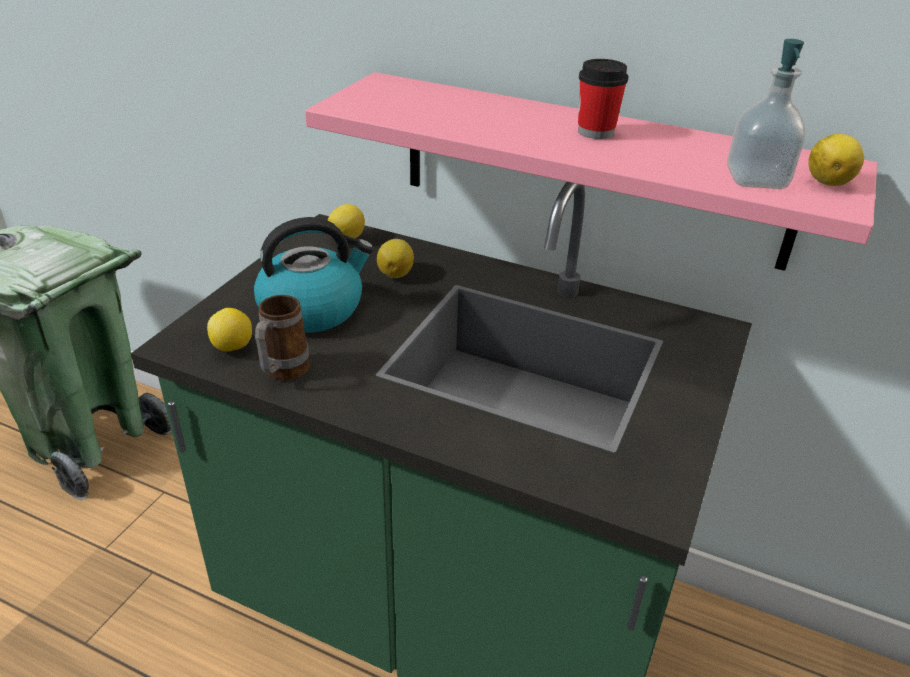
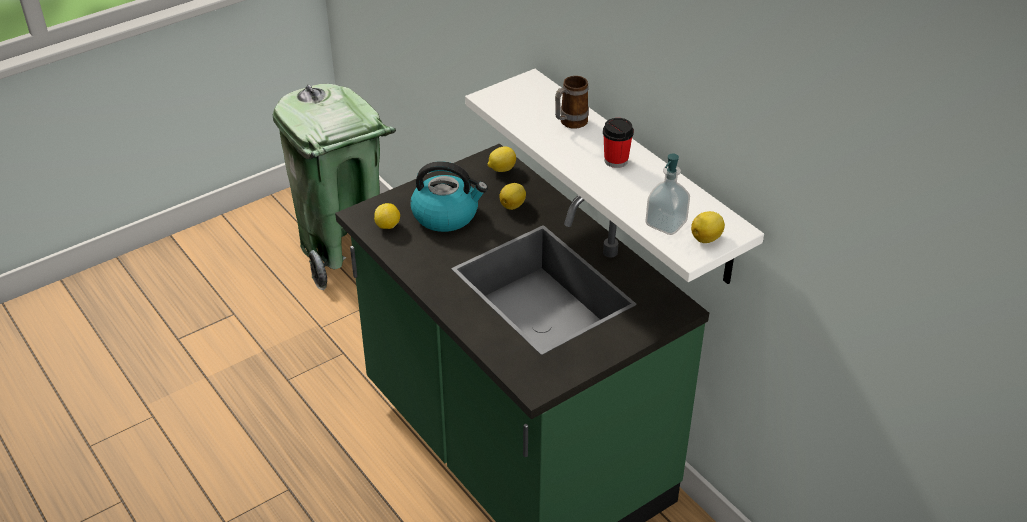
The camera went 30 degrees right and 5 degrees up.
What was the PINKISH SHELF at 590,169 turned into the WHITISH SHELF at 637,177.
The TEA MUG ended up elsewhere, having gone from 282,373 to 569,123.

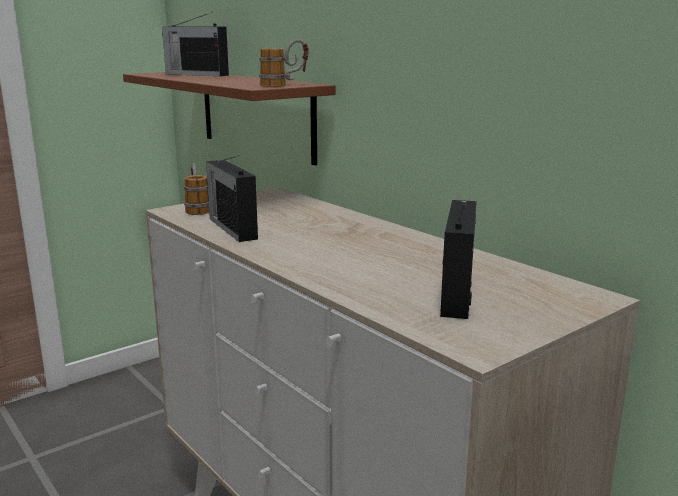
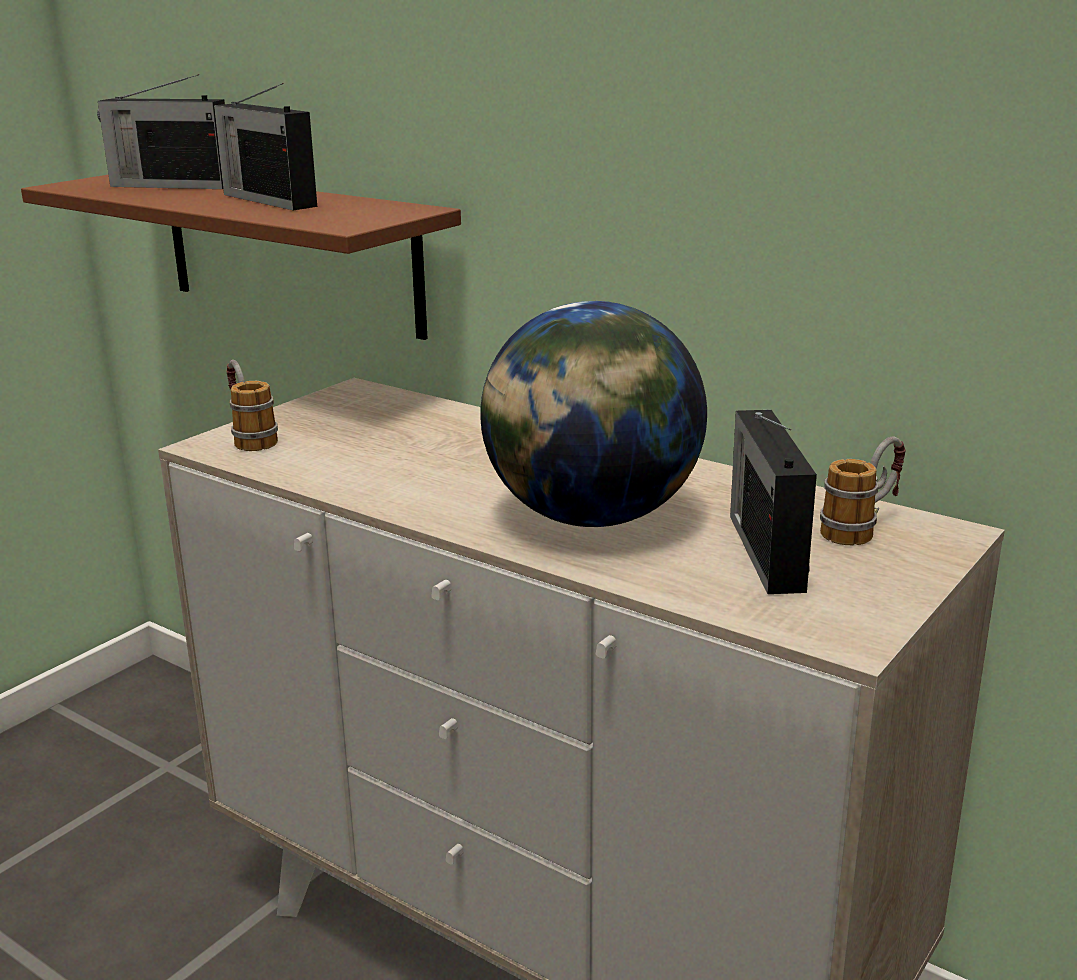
The camera went 15 degrees left and 5 degrees up.
The RADIO SET ended up elsewhere, having gone from 232,228 to 268,200.
The second view gained the DESK GLOBE at 592,517.
The TEA MUG ended up elsewhere, having gone from 284,85 to 862,528.

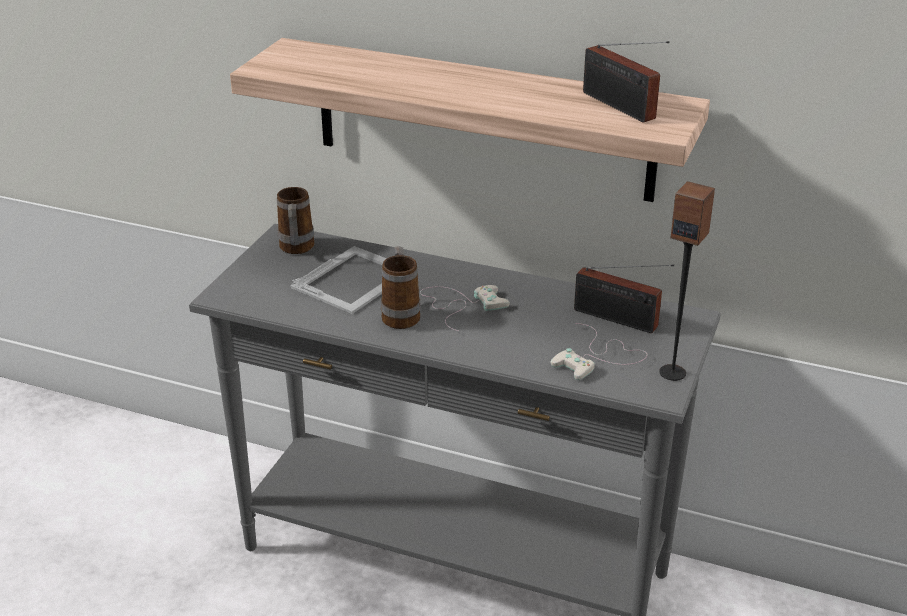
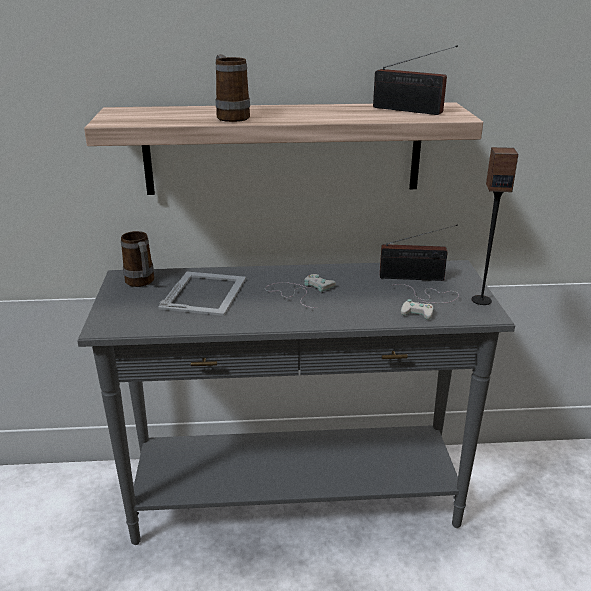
The camera went 25 degrees left and 5 degrees down.
The TEA MUG ended up elsewhere, having gone from 401,314 to 230,116.

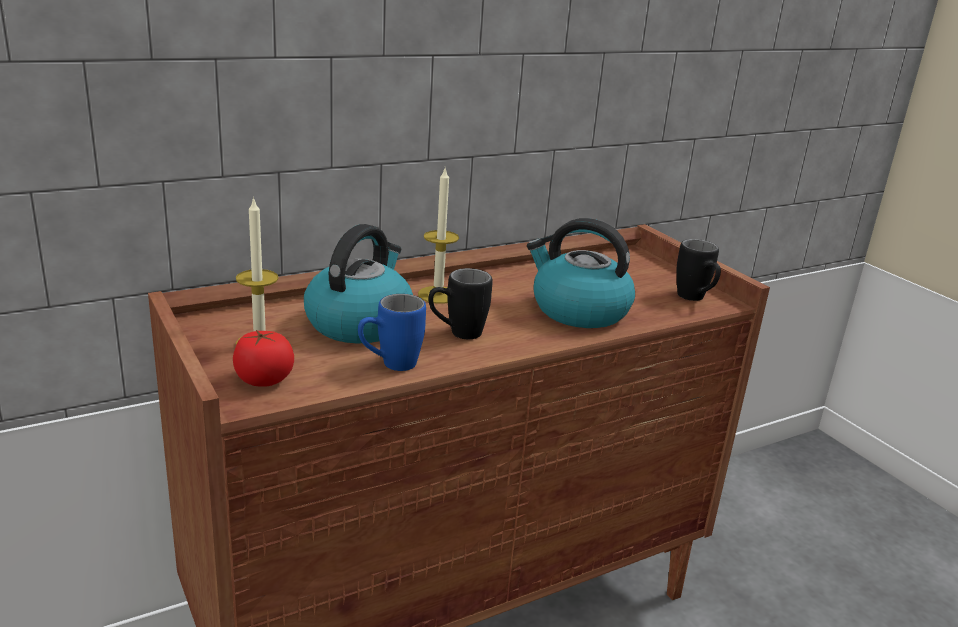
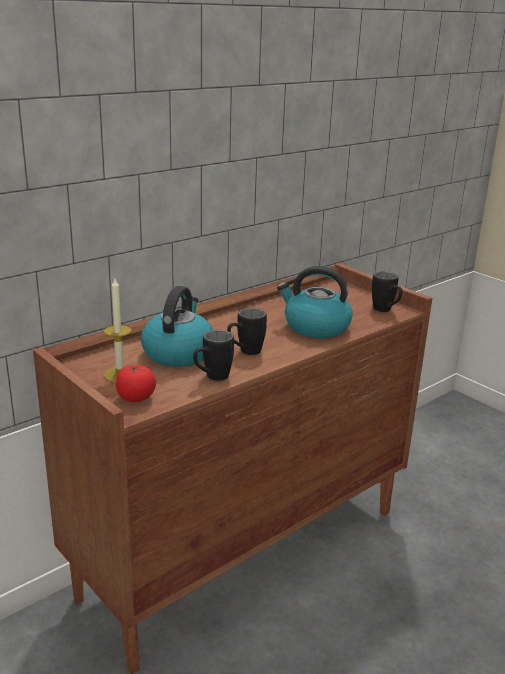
The camera went 10 degrees left and 0 degrees up.
What was the BLUE TEA MUG at 389,365 turned into the BLACKISH TEA MUG at 212,378.
The second view lost the CANDLE at 438,295.

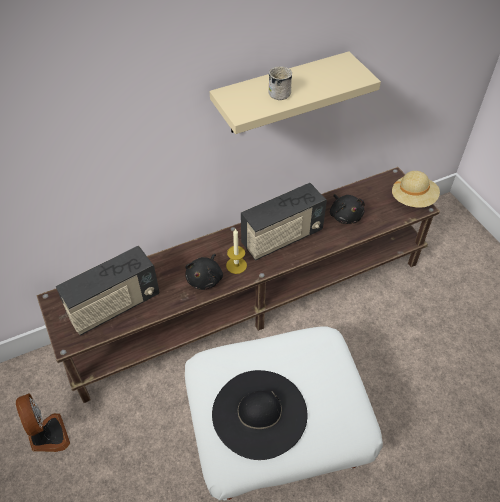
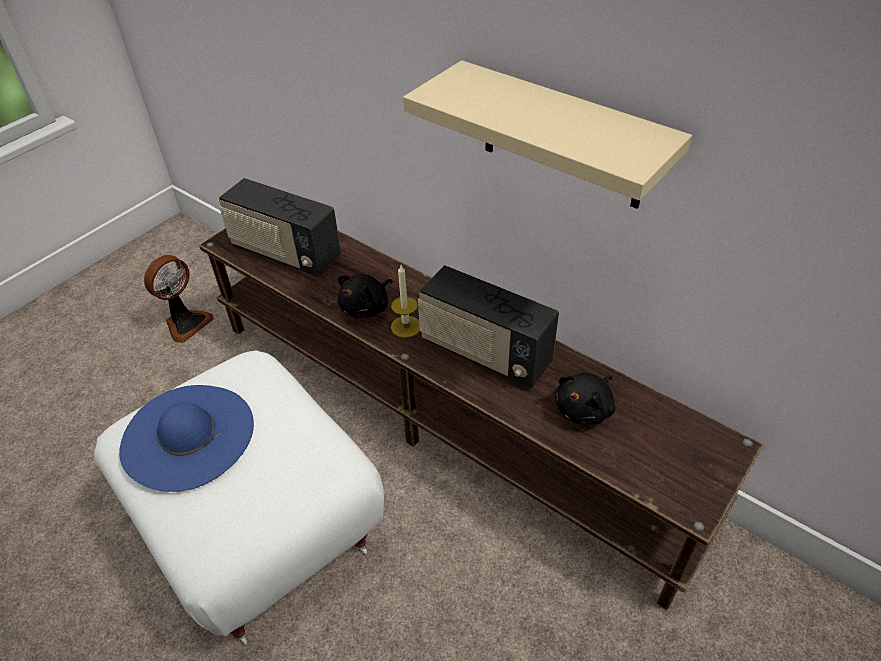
The camera went 65 degrees right and 5 degrees down.
What was the BLACKISH WEARABLE HAT at 259,413 turned into the BLUE WEARABLE HAT at 187,435.
The BLACKISH CUDDLY TOY at 205,278 ended up facing another way, 45 degrees counterclockwise from before.
The second view lost the WHITISH TEA MUG at 281,92.
The second view lost the BEIGE WEARABLE HAT at 413,199.

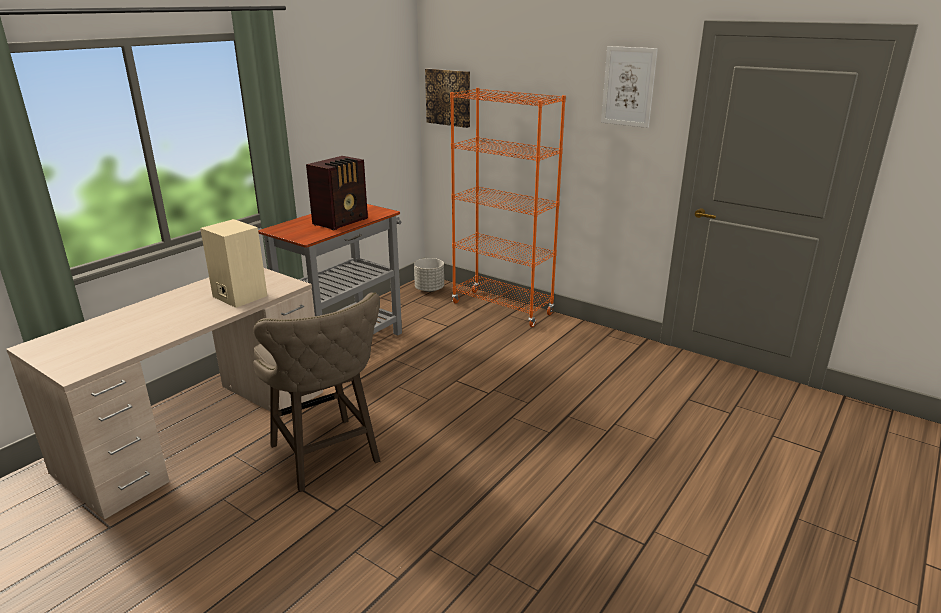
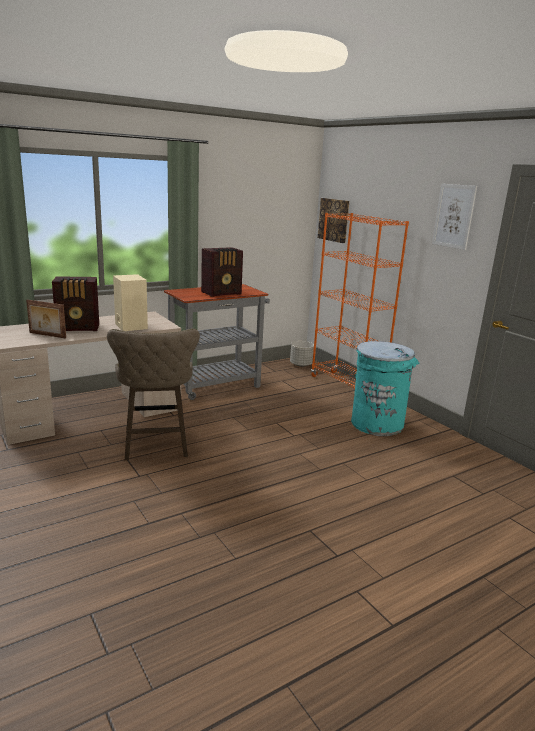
The camera went 20 degrees right and 5 degrees down.
The second view gained the PHOTO FRAME at 47,335.
The second view gained the RADIO SET at 79,328.
The second view gained the TURQUOISE-COLOURED WASTE BIN at 377,424.

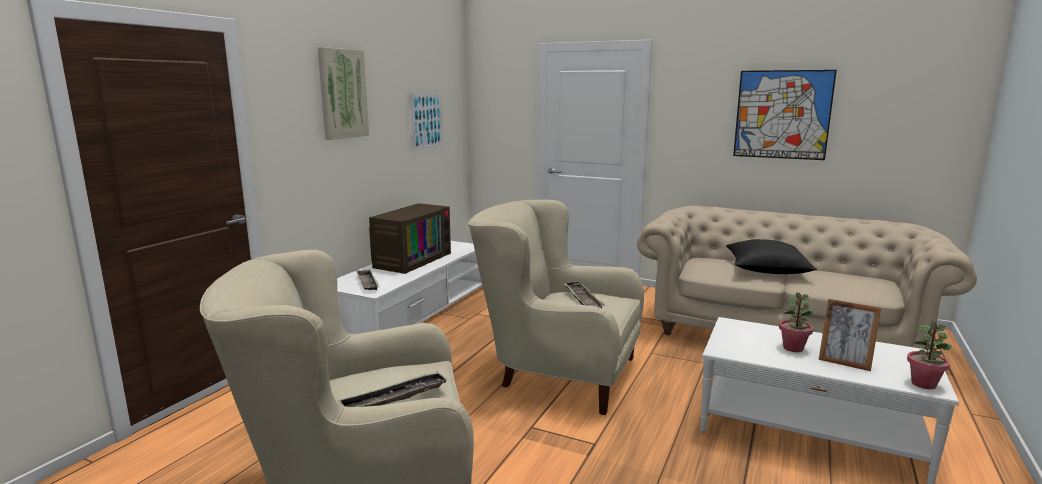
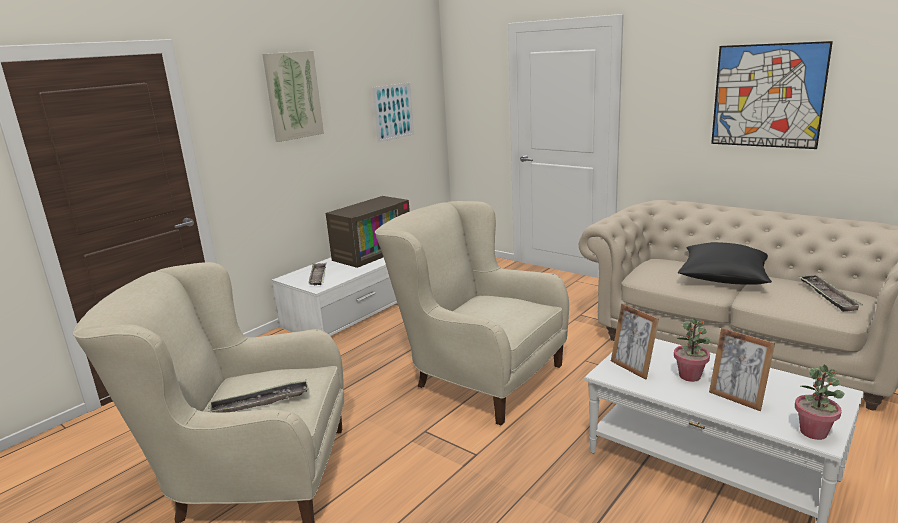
The camera went 15 degrees right and 5 degrees up.
The second view gained the PHOTO FRAME at 632,368.
The TRAY ended up elsewhere, having gone from 582,299 to 827,296.

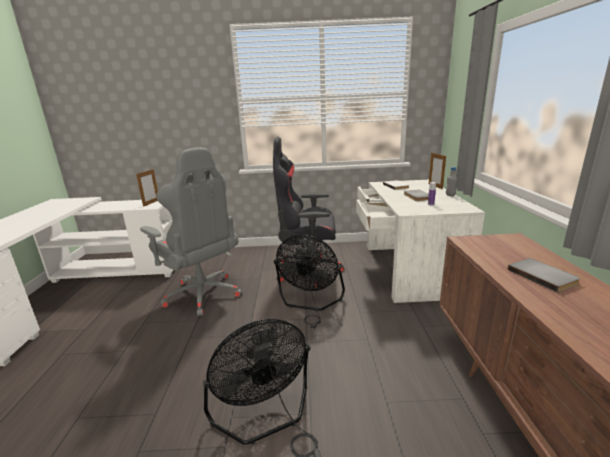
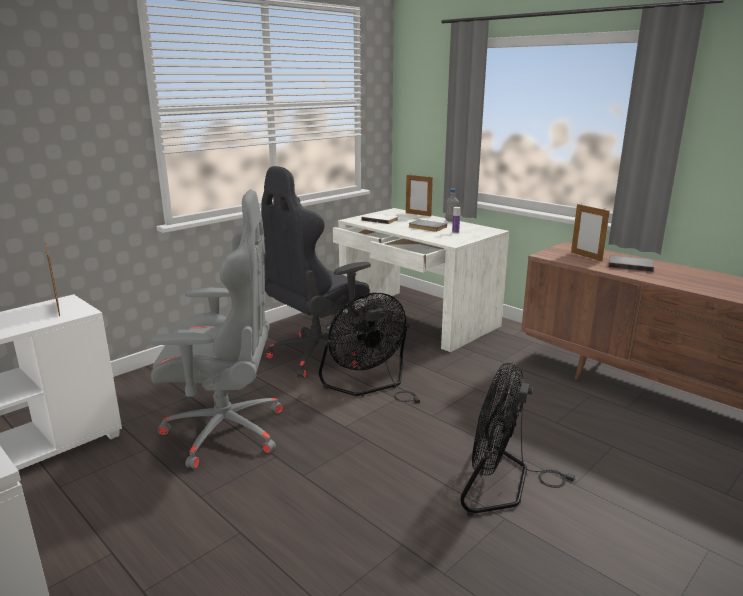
The camera went 45 degrees left and 0 degrees up.
The second view gained the PHOTO FRAME at 586,256.

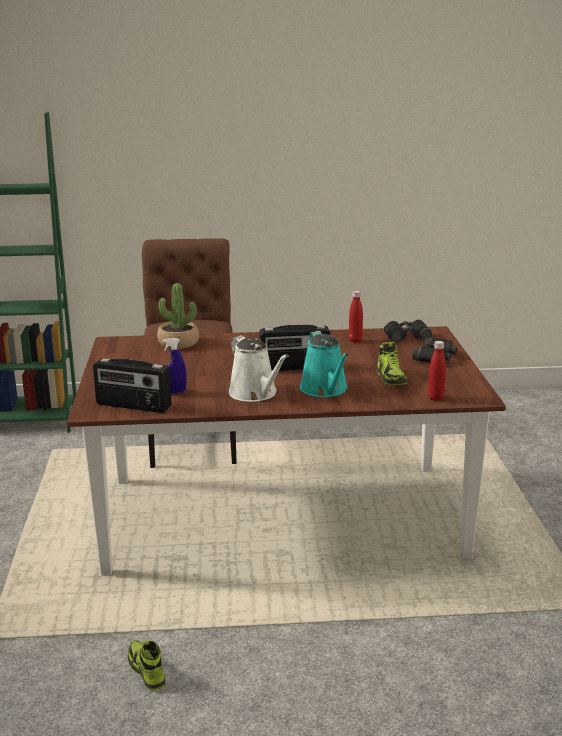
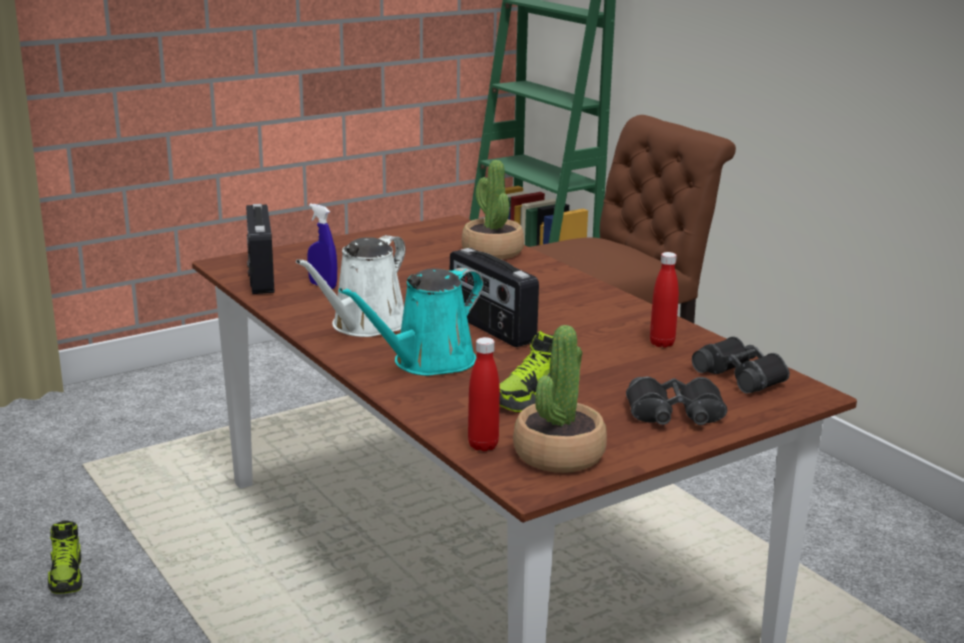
The camera went 60 degrees right and 0 degrees up.
The LOW SHOE at 146,671 ended up facing another way, 135 degrees clockwise from before.
The second view gained the PLANT IN A POT at 558,454.

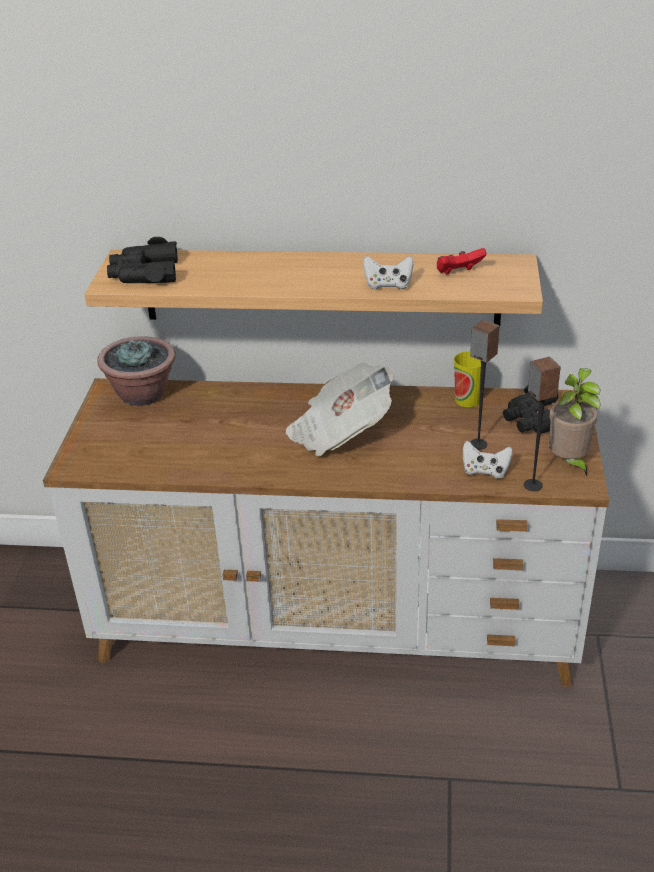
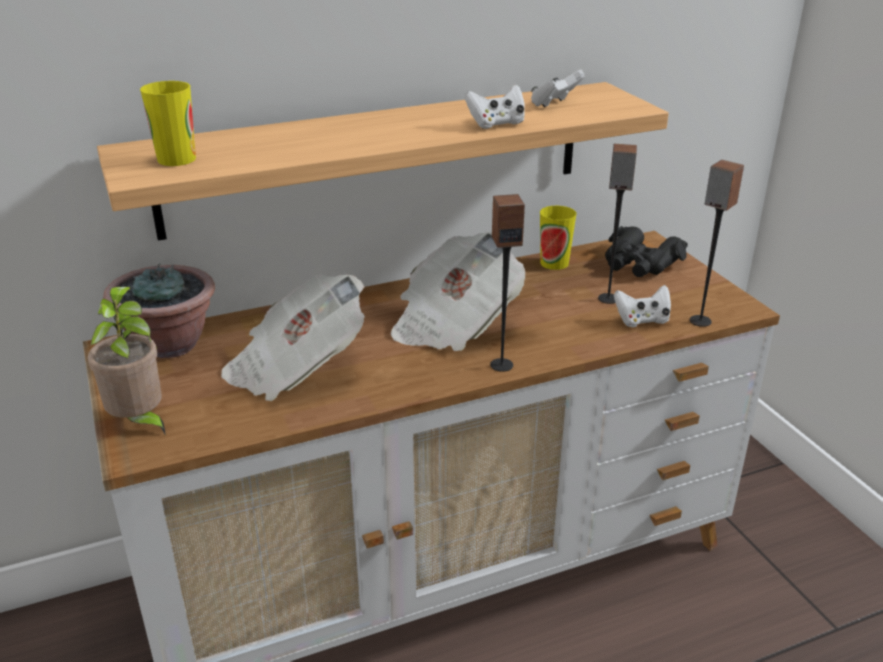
The camera went 30 degrees left and 5 degrees down.
The PLANT IN A POT ended up elsewhere, having gone from 569,463 to 139,423.
Where the BLACKISH PAIR OF BINOCULARS stood at 144,273, the CUP came to stand at 176,159.
The second view gained the DAILY PAPER at 296,368.
The second view gained the LOUDSPEAKER at 501,365.
What was the REDDISH GAMEPAD at 458,273 turned into the WHITISH GAMEPAD at 554,104.

